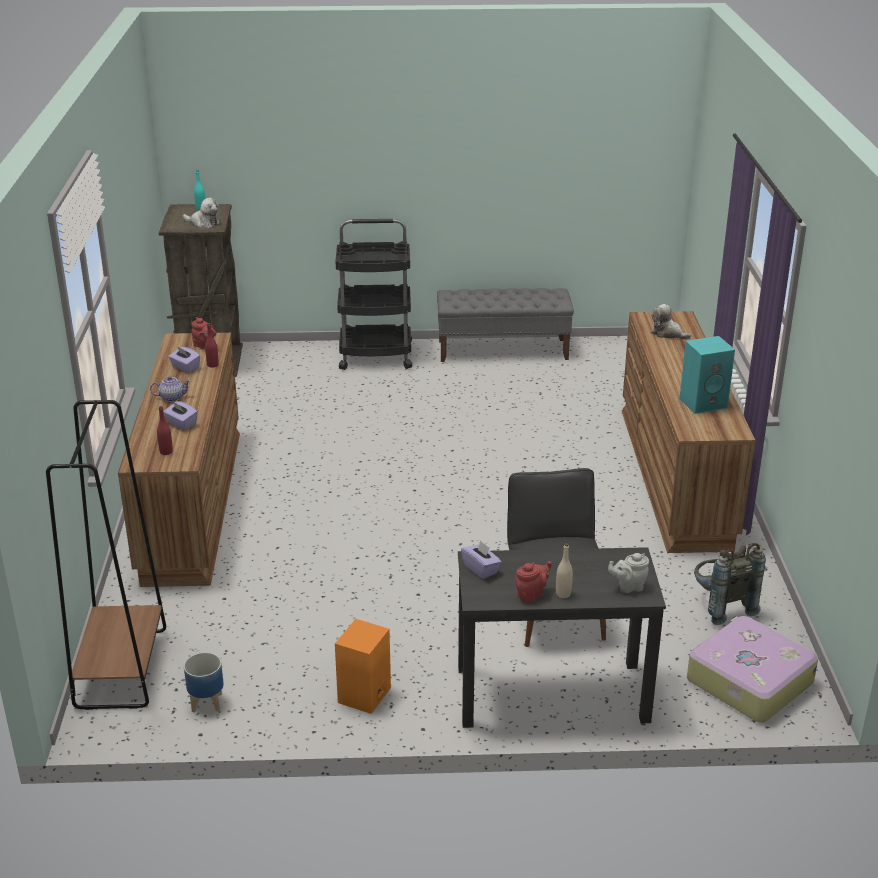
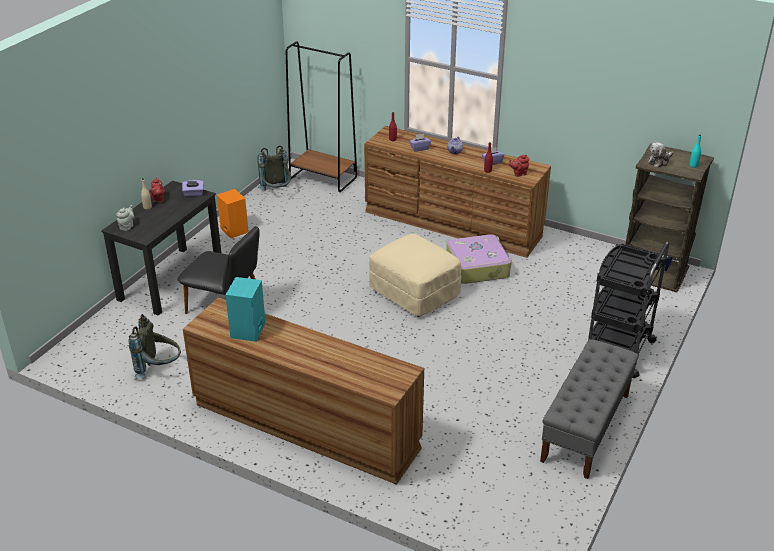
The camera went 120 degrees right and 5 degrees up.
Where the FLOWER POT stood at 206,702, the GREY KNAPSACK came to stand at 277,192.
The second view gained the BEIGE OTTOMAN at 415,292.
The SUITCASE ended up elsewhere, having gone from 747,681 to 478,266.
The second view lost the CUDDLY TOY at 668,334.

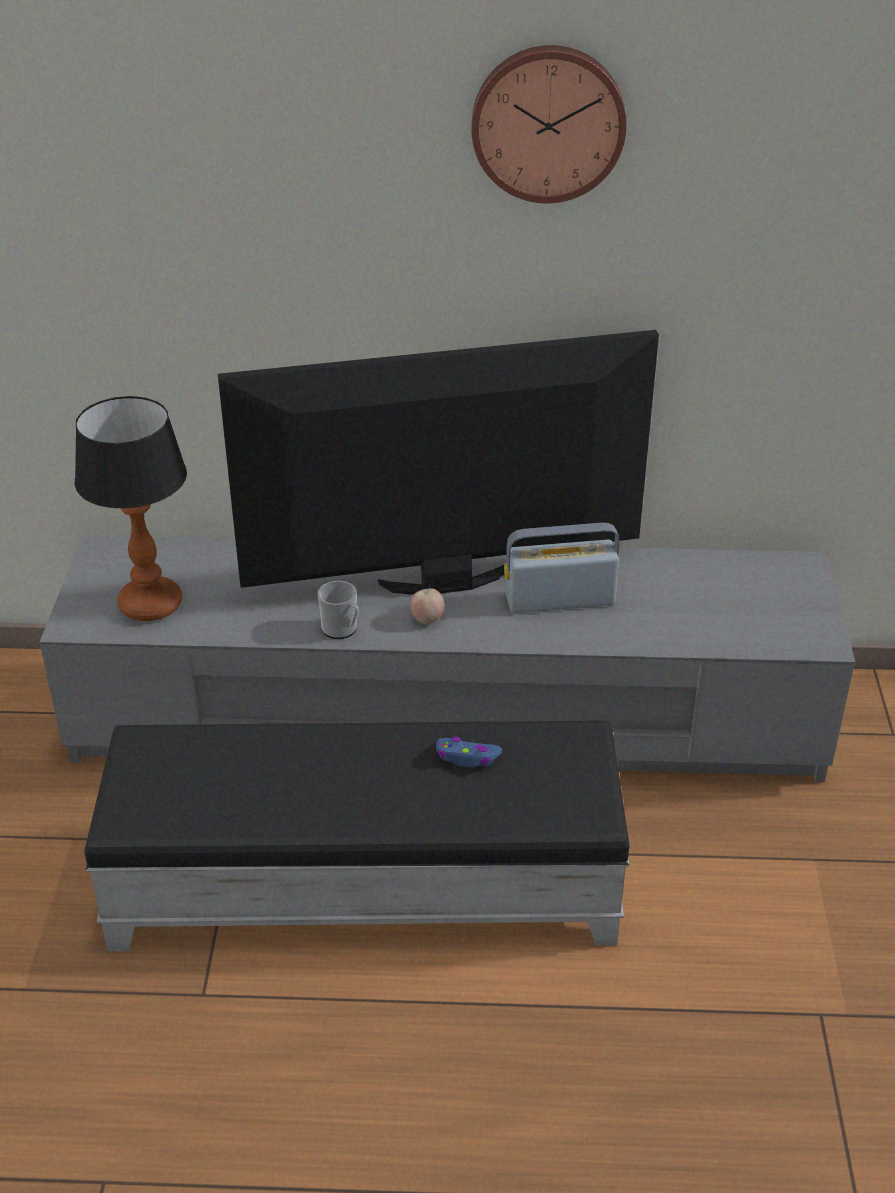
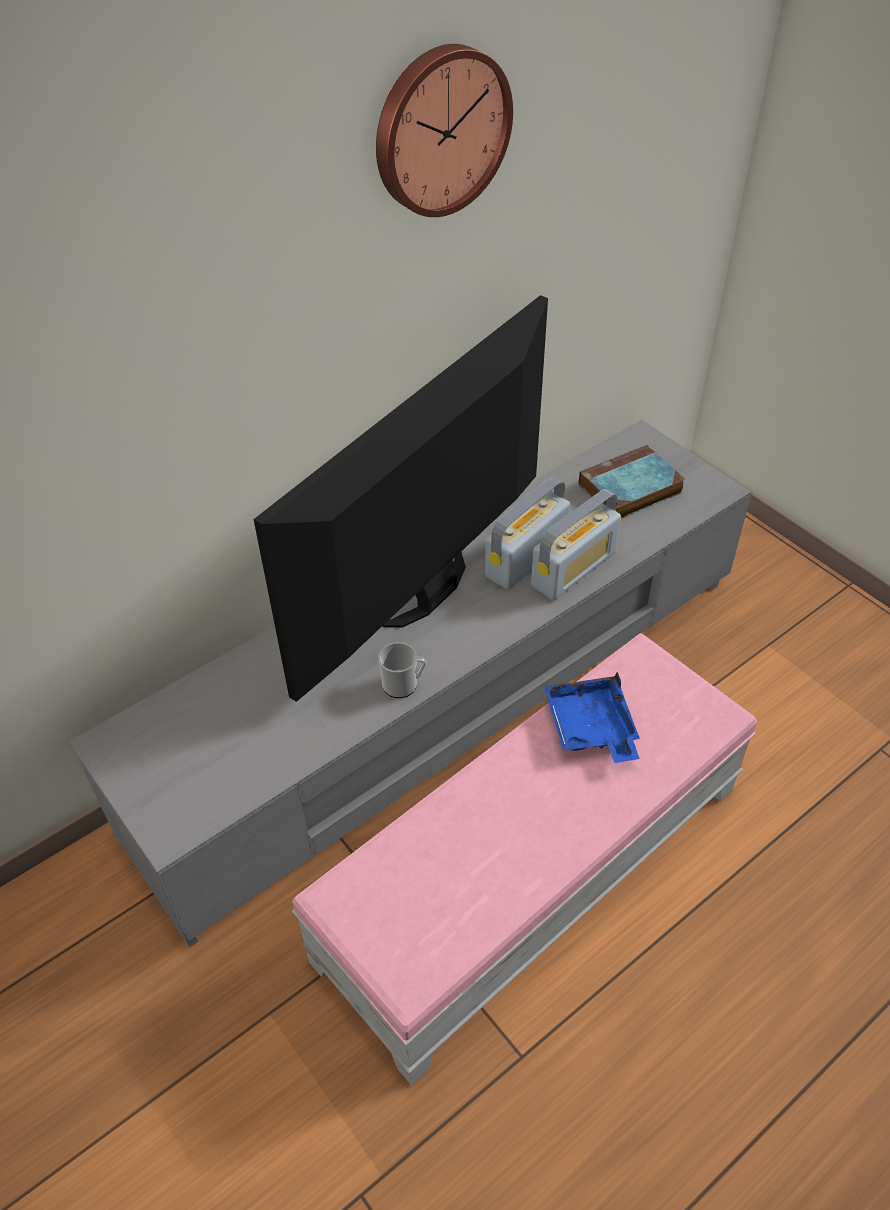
The camera went 40 degrees left and 10 degrees up.
What was the BLACKISH OTTOMAN at 363,882 turned into the PINKISH OTTOMAN at 530,872.
The second view gained the RADIO SET at 573,569.
Where the BLUE GAMEPAD stood at 467,757, the BLUE TRAY came to stand at 591,728.
The second view gained the BOOK at 629,490.
The second view lost the TABLE LAMP at 151,604.
The second view lost the WHOLE APPLE at 427,620.

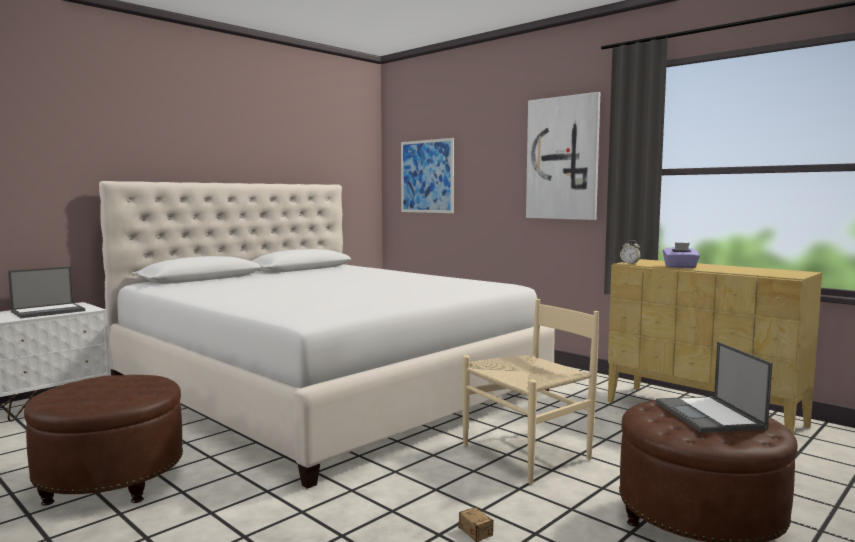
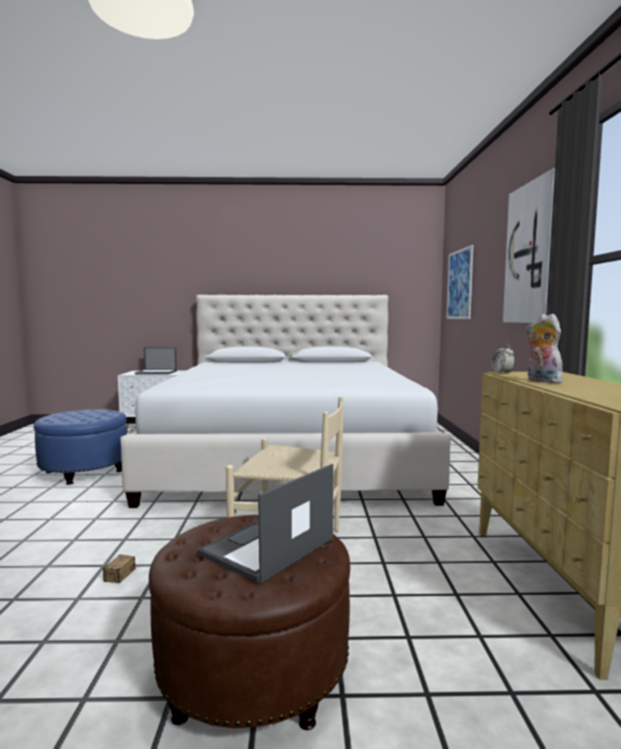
The camera went 45 degrees right and 0 degrees up.
What was the BROWNISH OTTOMAN at 111,482 turned into the BLUE OTTOMAN at 84,471.
Where the PURPLE-COLOURED TISSUE BOX stood at 680,267, the CUDDLY TOY came to stand at 541,381.

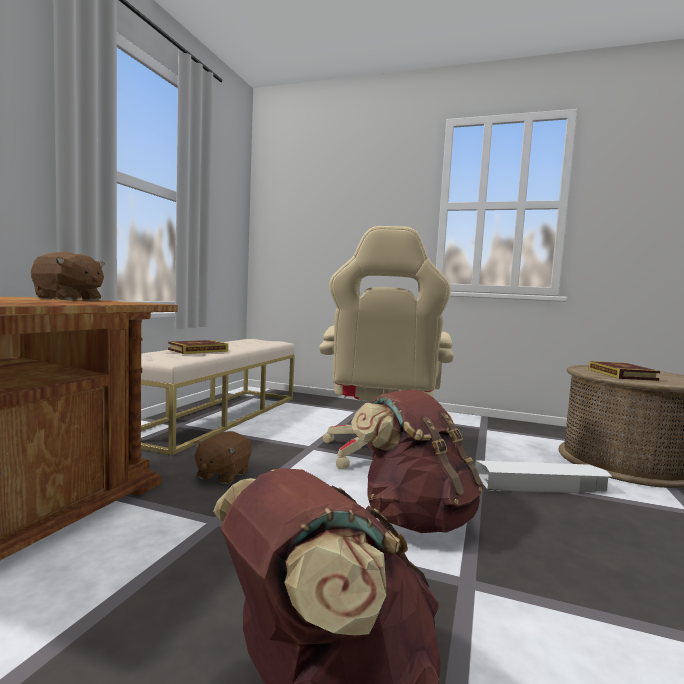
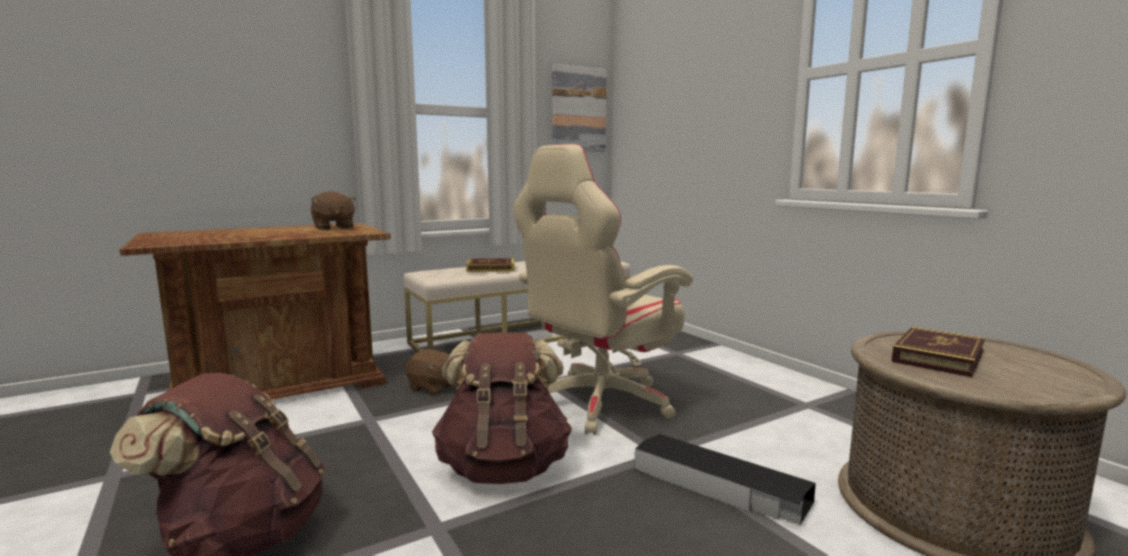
The camera went 40 degrees right and 5 degrees up.
The BROWNISH CUDDLY TOY at 222,475 ended up facing another way, 120 degrees counterclockwise from before.
The second view gained the WALL ART at 578,109.
What was the WHITISH STORAGE BIN at 540,484 turned into the BLACKISH STORAGE BIN at 720,486.

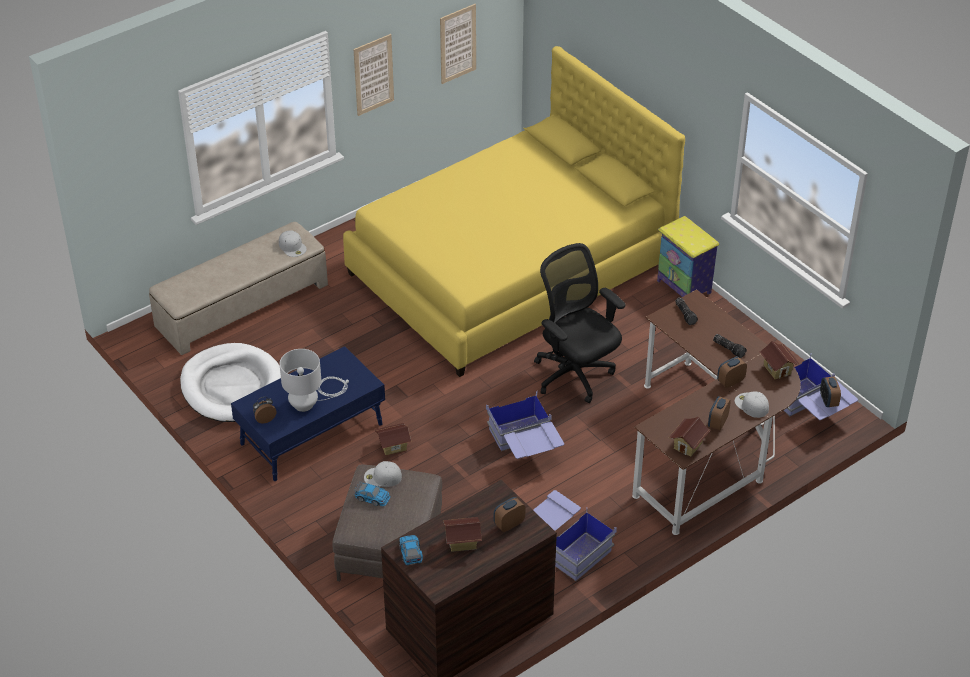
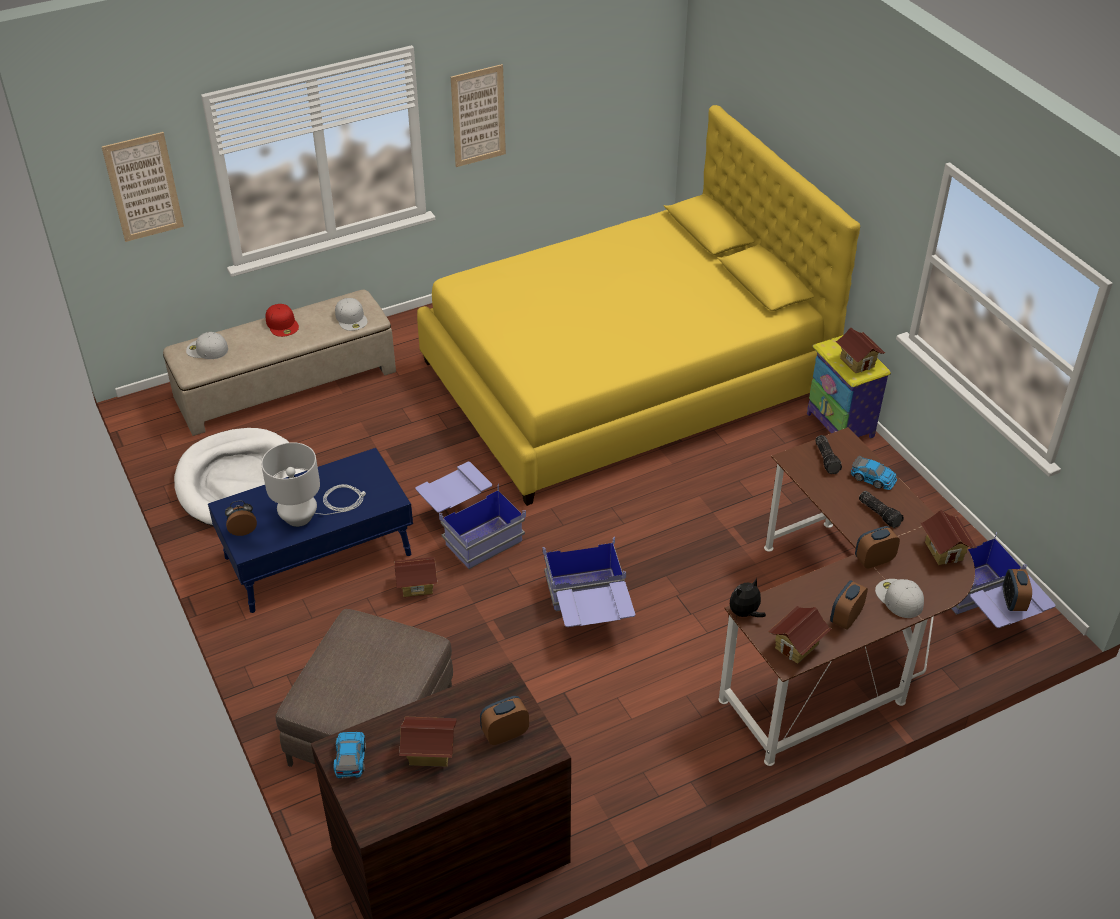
The camera went 10 degrees right and 0 degrees up.
The WALL ART ended up elsewhere, having gone from 458,43 to 143,187.
The WHITISH CAP ended up elsewhere, having gone from 382,477 to 206,350.
The second view gained the REDDISH CAP at 282,324.
The BLUE STORAGE BIN ended up elsewhere, having gone from 565,546 to 470,529.
The second view gained the CUDDLY TOY at 745,613.
The second view gained the MODEL HOUSE at 857,362.
The MODEL CAR ended up elsewhere, having gone from 372,497 to 873,478.
The second view lost the BLACKISH DESK CHAIR at 577,377.

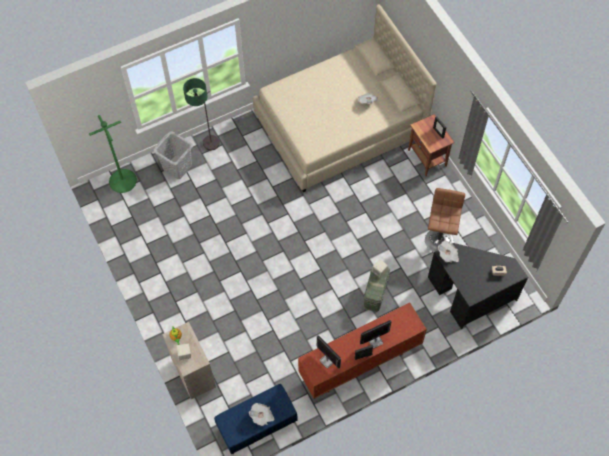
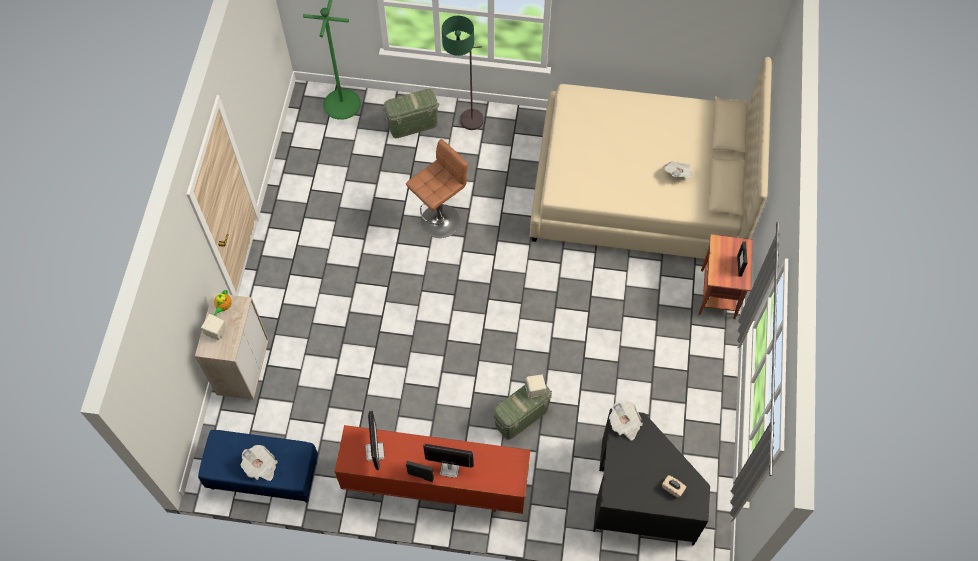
The camera went 35 degrees right and 0 degrees up.
Where the GREY WASHING BASKET stood at 177,167, the GREEN STORAGE BIN came to stand at 413,124.
The BROWNISH STOOL ended up elsewhere, having gone from 439,240 to 441,221.

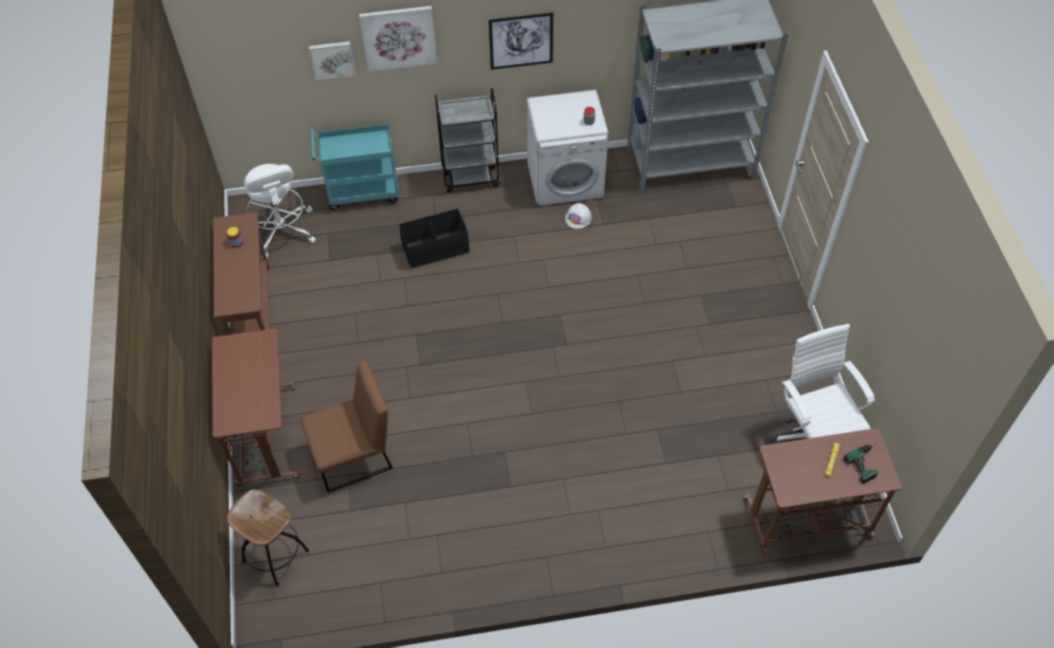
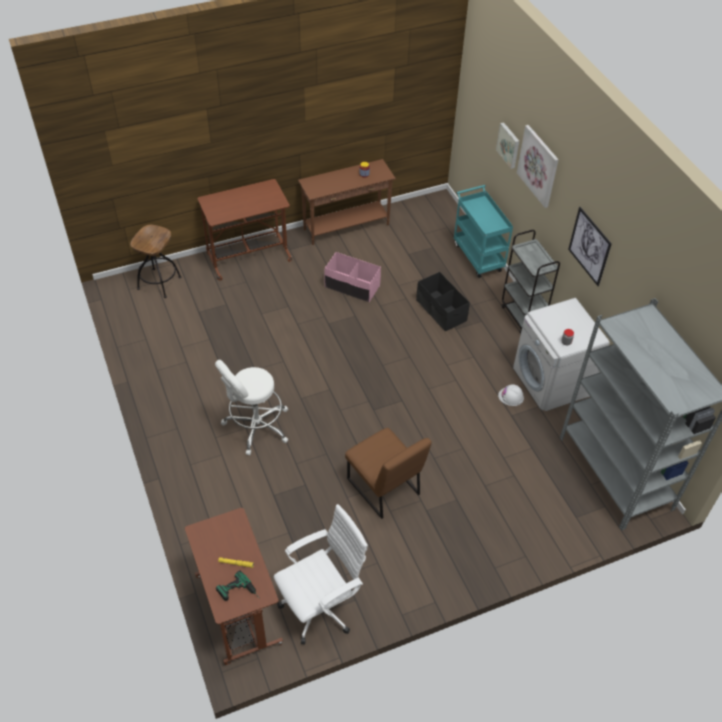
The camera went 75 degrees right and 5 degrees down.
The WHITISH STOOL ended up elsewhere, having gone from 281,231 to 256,427.
The second view gained the PINKISH STORAGE BIN at 352,286.
The BROWNISH CHAIR ended up elsewhere, having gone from 354,456 to 384,488.

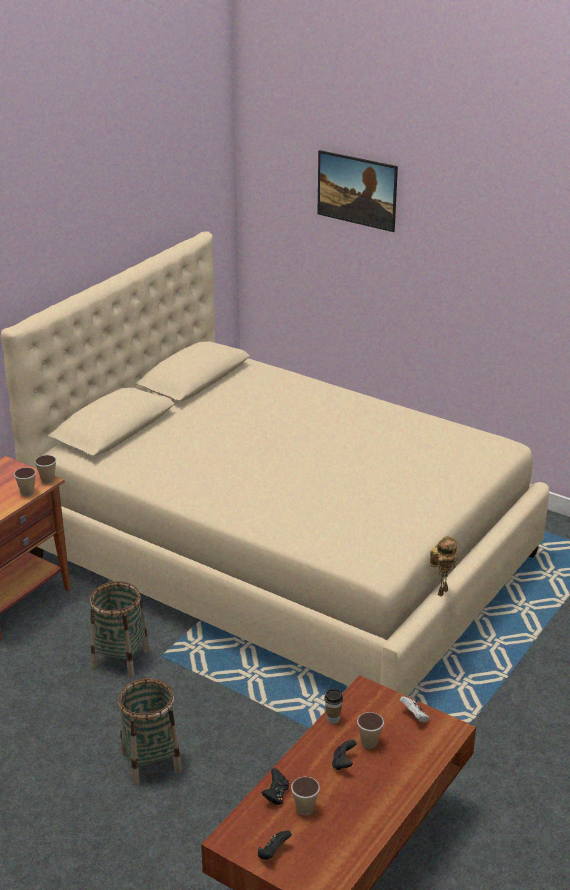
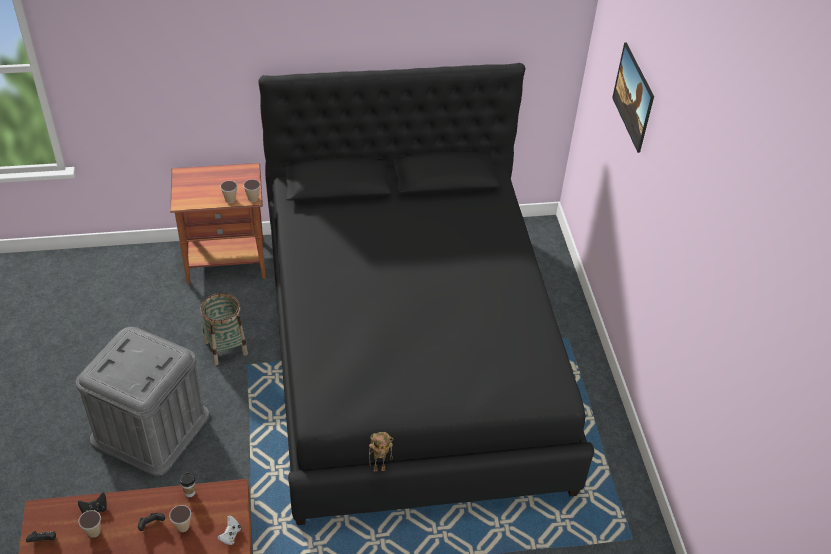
The camera went 45 degrees right and 15 degrees up.
Where the STORAGE BASKET stood at 151,762, the GREY STORAGE BIN came to stand at 150,427.
What was the BEIGE SLEEPING BED at 283,555 turned into the BLACKISH SLEEPING BED at 411,354.

